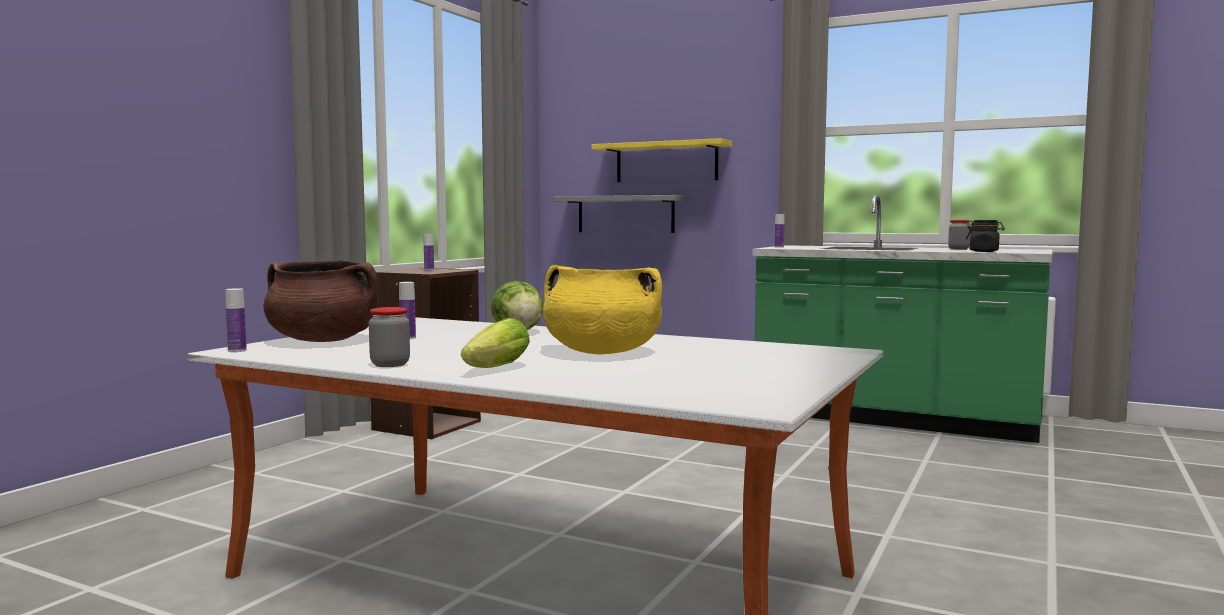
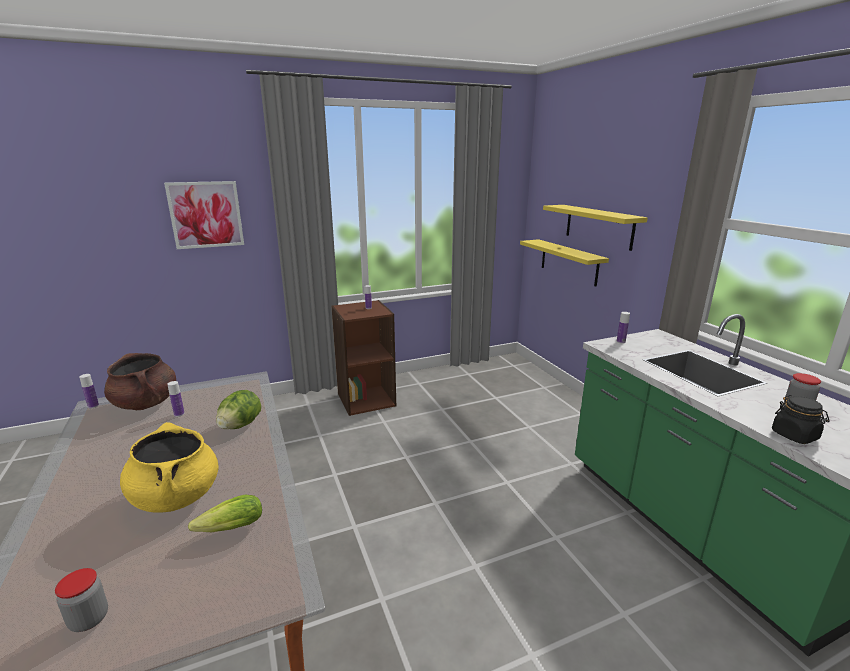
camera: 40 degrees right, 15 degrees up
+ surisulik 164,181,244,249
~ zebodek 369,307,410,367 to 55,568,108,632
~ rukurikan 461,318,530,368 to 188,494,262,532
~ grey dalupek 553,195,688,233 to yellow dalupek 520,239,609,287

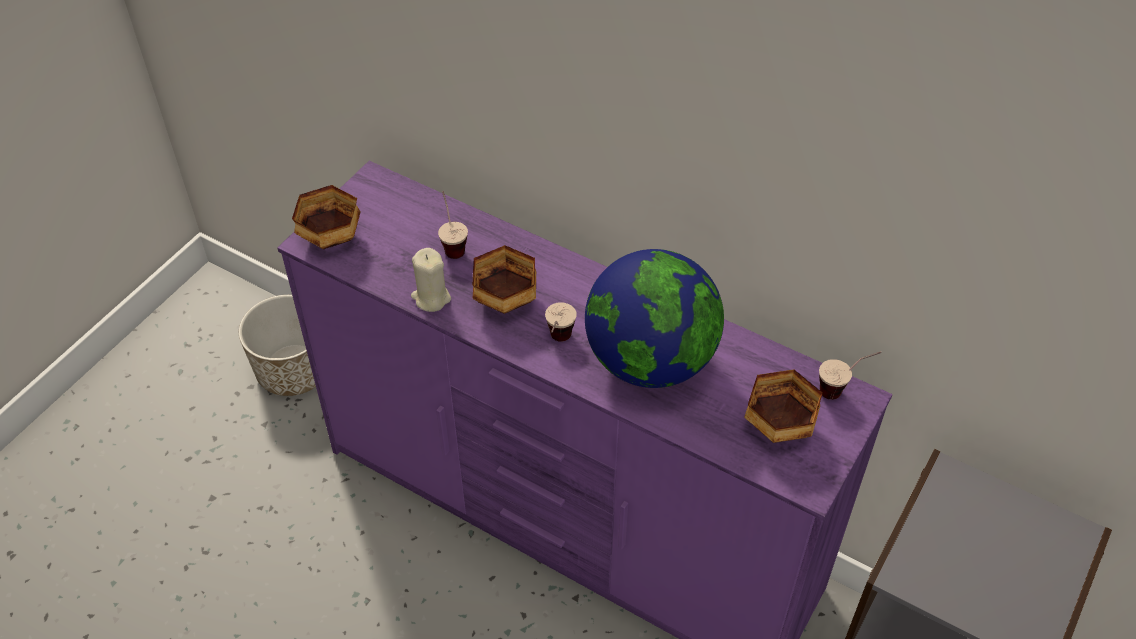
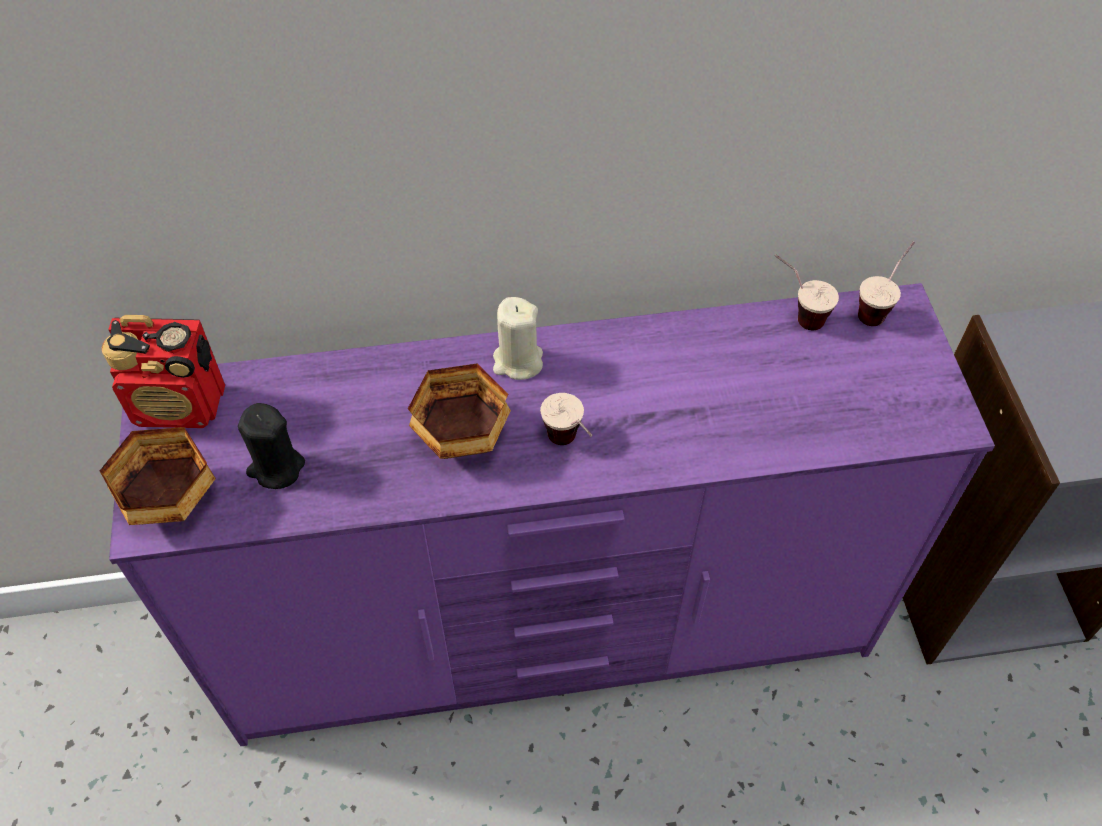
camera: 40 degrees left, 5 degrees up
- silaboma 239,295,316,396
- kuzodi 585,249,724,388
- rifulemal 744,370,823,443
+ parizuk 102,315,225,428
+ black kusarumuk 238,403,305,489
~ beige kusarumuk 411,248,451,312 to 493,297,543,380
~ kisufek 438,191,468,259 to 774,254,839,330

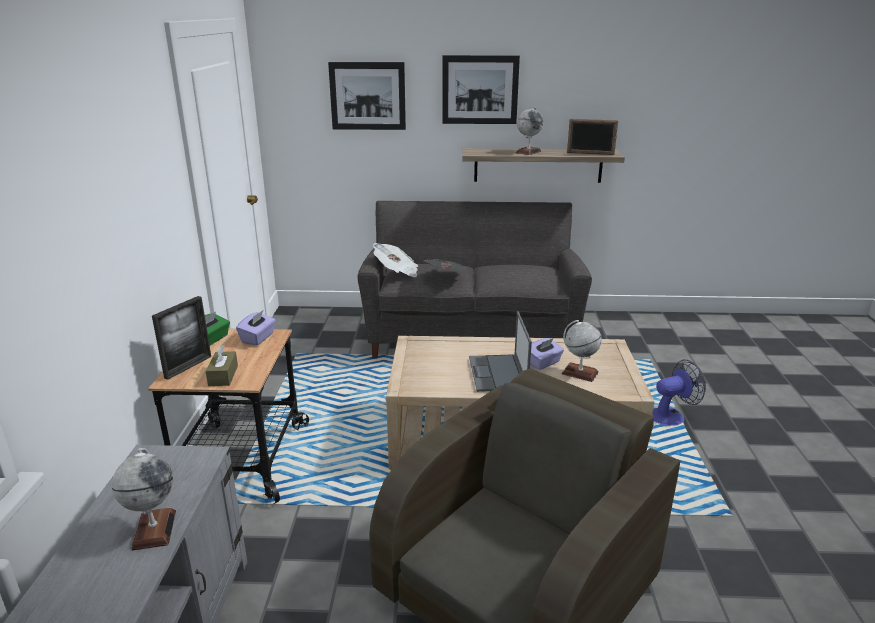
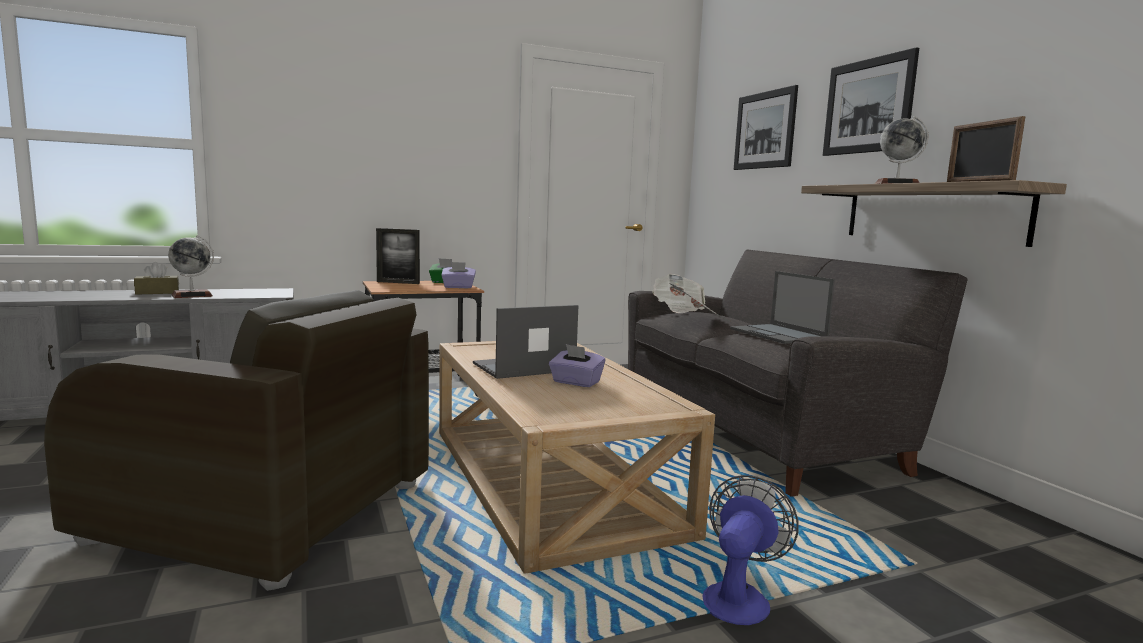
camera: 65 degrees right, 15 degrees down
- kuzodi 561,320,602,382
+ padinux 730,271,835,344
~ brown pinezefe 205,345,238,386 to 134,262,179,295
~ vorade 652,359,706,426 = 703,475,799,625 105 degrees counterclockwise

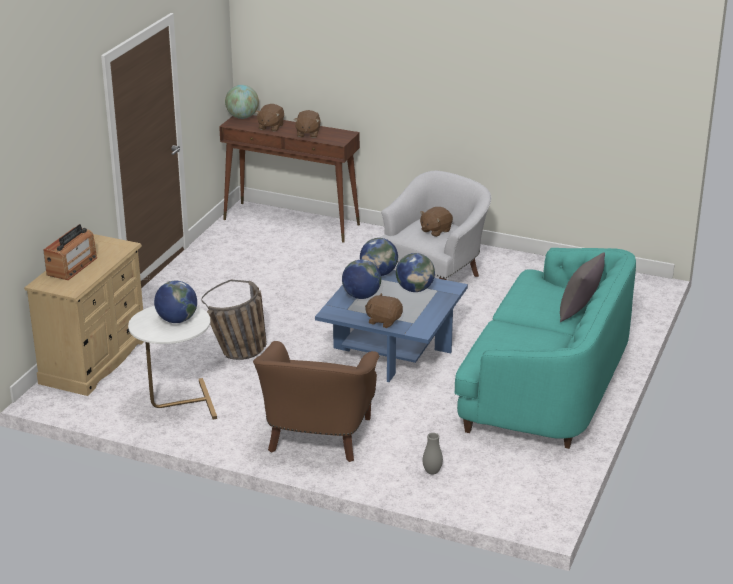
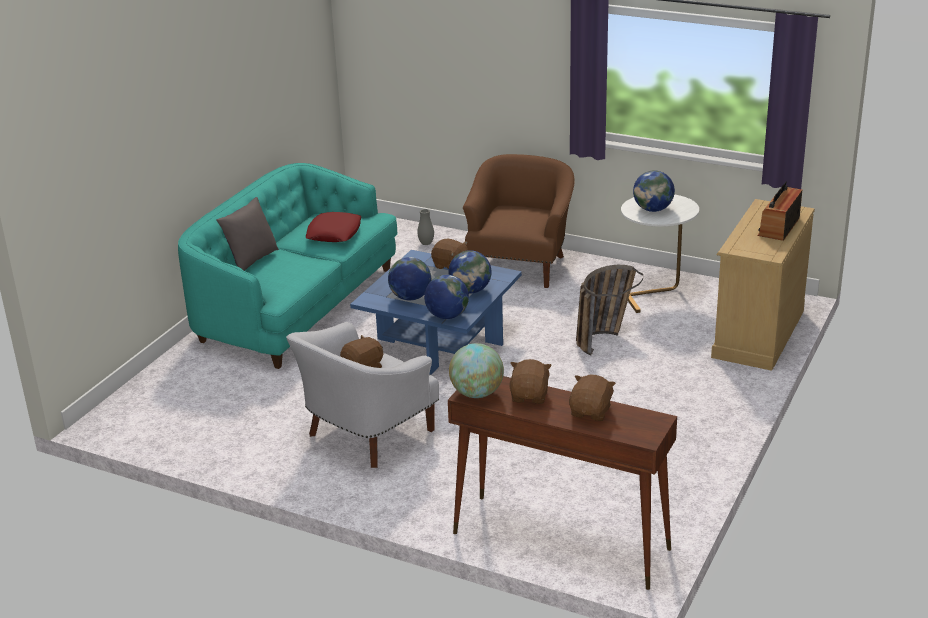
camera: 175 degrees left, 0 degrees up
+ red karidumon 306,212,361,242
~ kuzodi 225,85,259,119 to 449,343,504,398

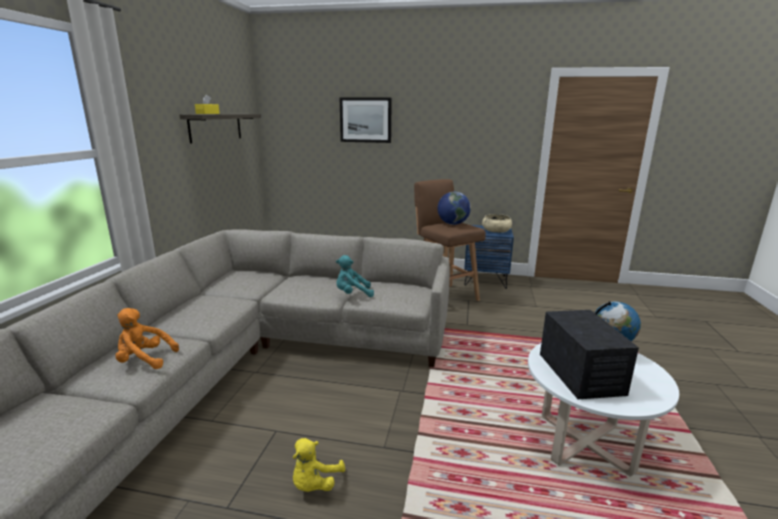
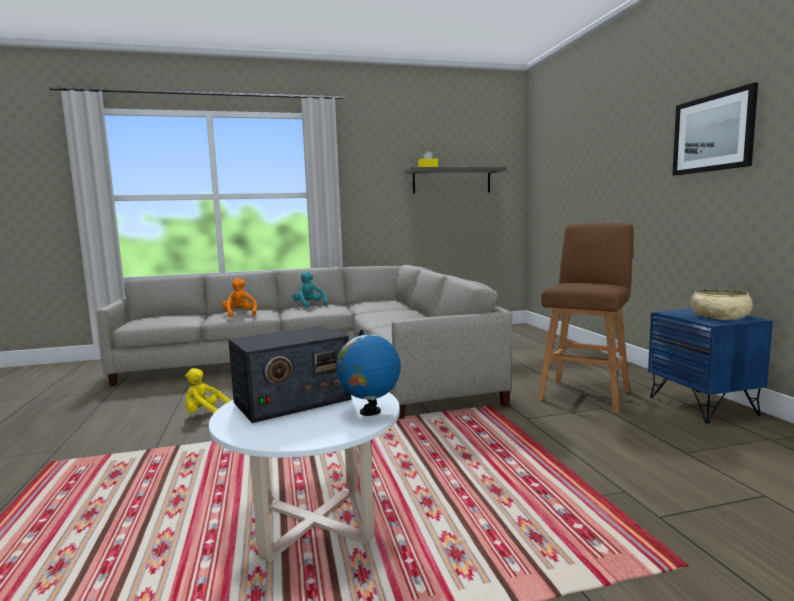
camera: 65 degrees right, 10 degrees down
- kuzodi 437,192,471,225
~ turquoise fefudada 336,255,374,297 to 292,271,328,308
~ surisulik 339,97,392,143 to 672,83,758,175

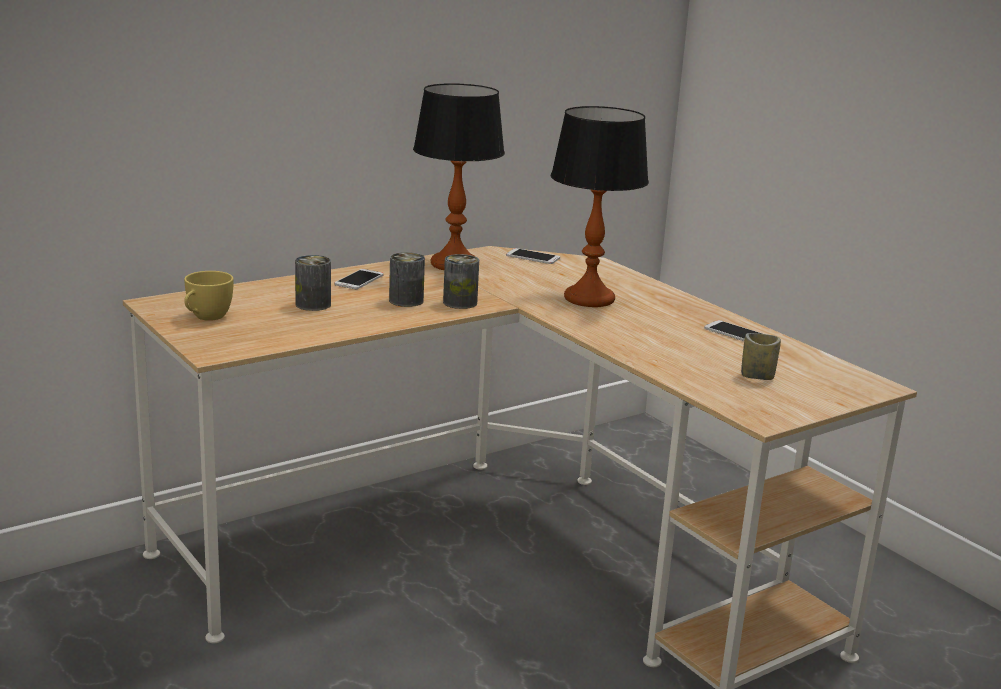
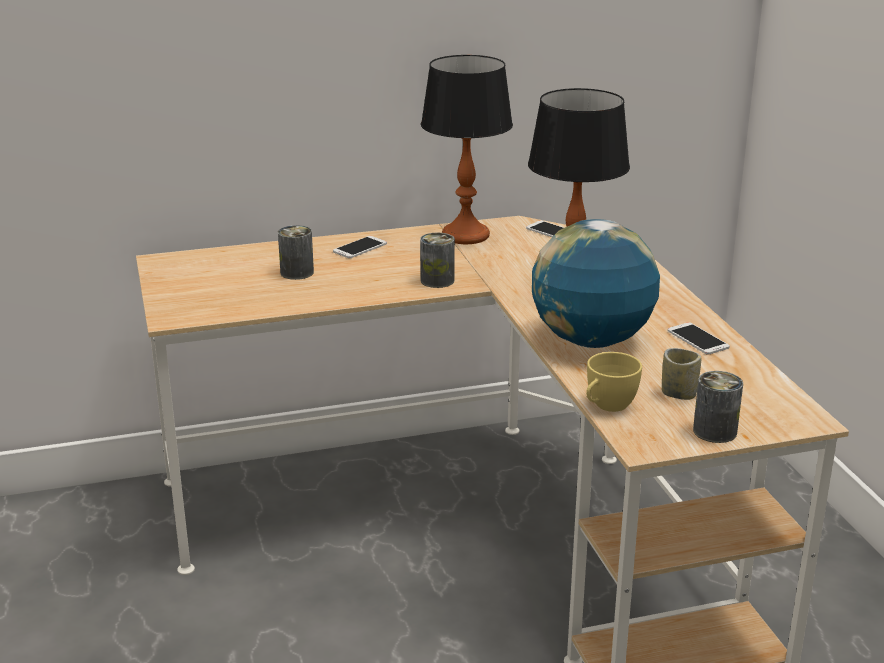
camera: 20 degrees right, 5 degrees up
+ kuzodi 532,219,660,348
~ yellow kisufek 184,271,234,321 to 586,352,642,412
~ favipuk 389,252,425,307 to 693,371,743,443

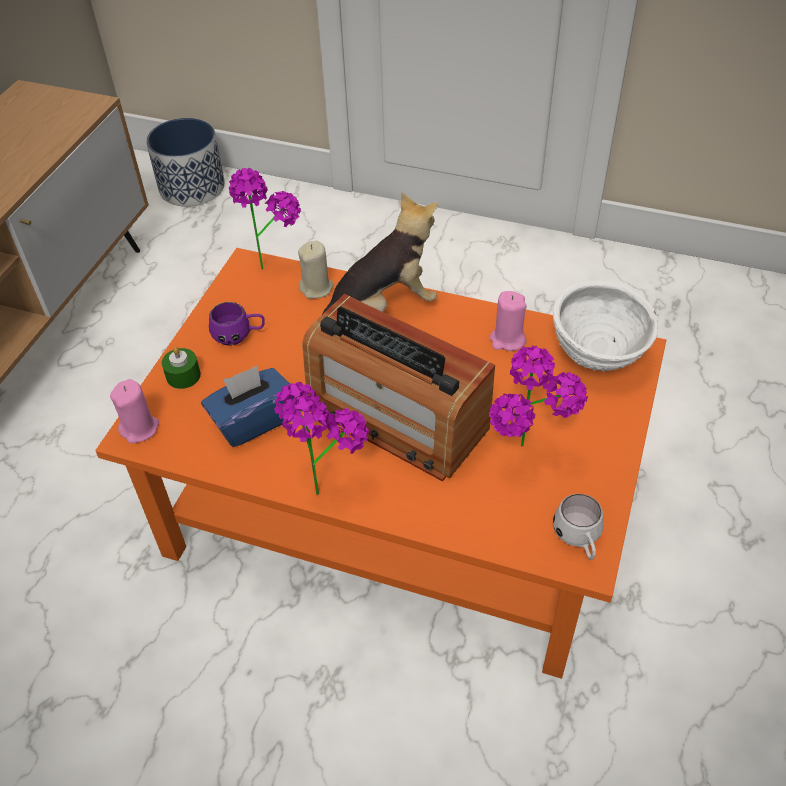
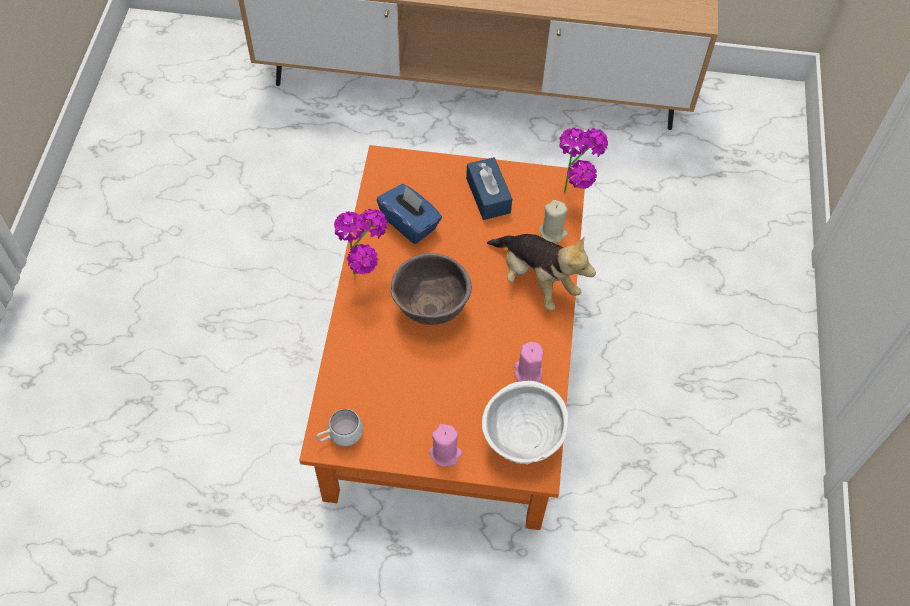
camera: 75 degrees right, 10 degrees up
- silaboma 146,118,225,207
- green kusarumuk 162,347,201,389
- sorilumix 489,345,588,447
~ pink kusarumuk 110,379,159,443 to 429,424,462,467
~ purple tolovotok 209,302,265,346 to blue pinezefe 466,157,512,220
~ parizuk 302,294,495,481 to brown rifulemal 391,253,472,325

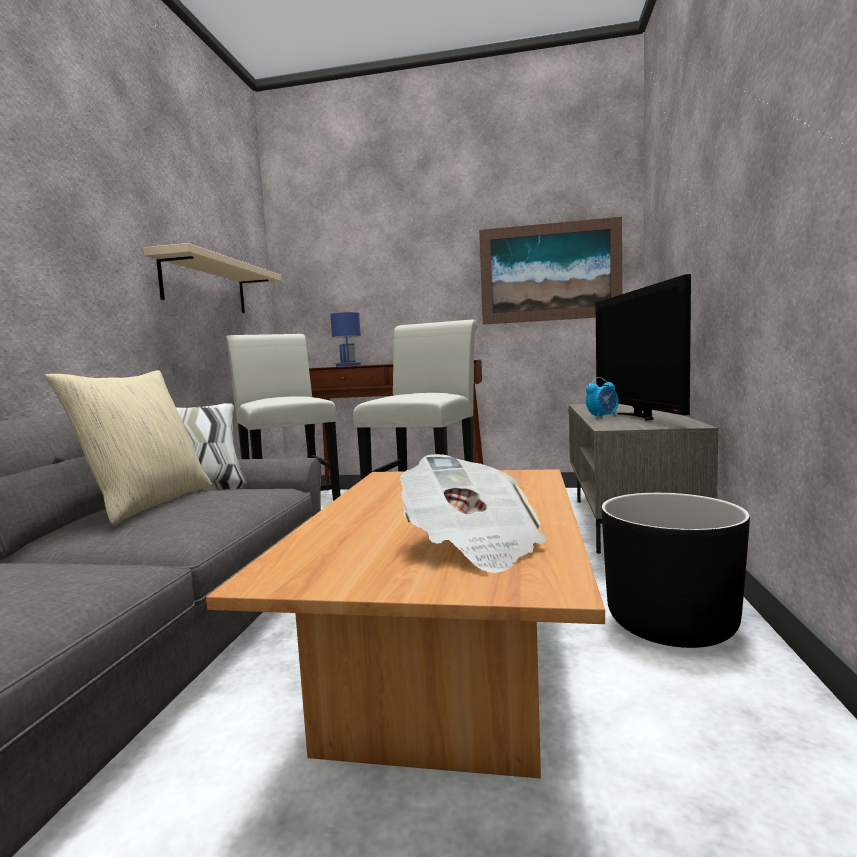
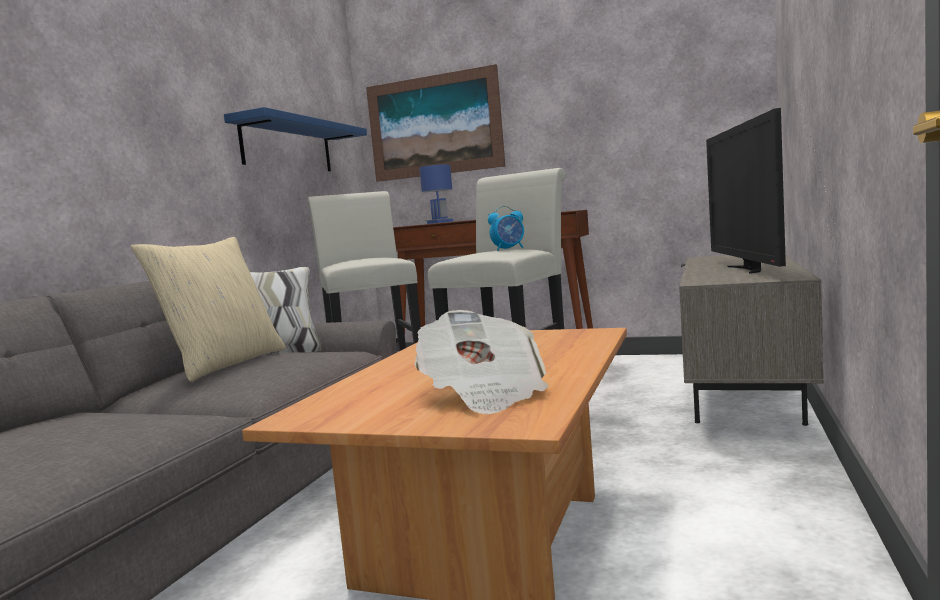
camera: 10 degrees right, 0 degrees up
- black silaboma 601,493,750,648
~ surisulik 479,217,622,325 to 366,64,505,182
~ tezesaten 586,377,619,419 to 488,206,524,251
~ beige dalupek 143,243,281,313 to blue dalupek 224,107,367,171

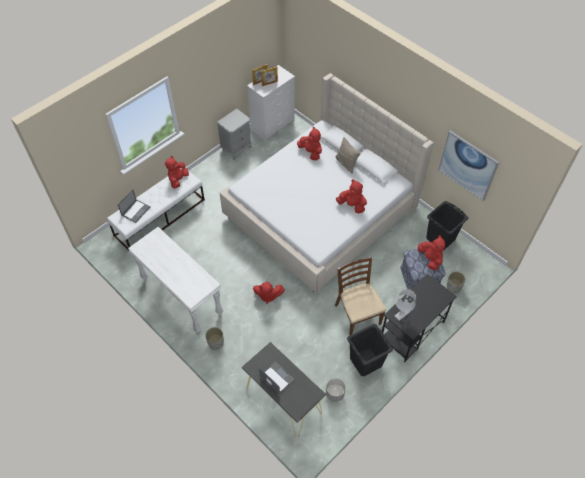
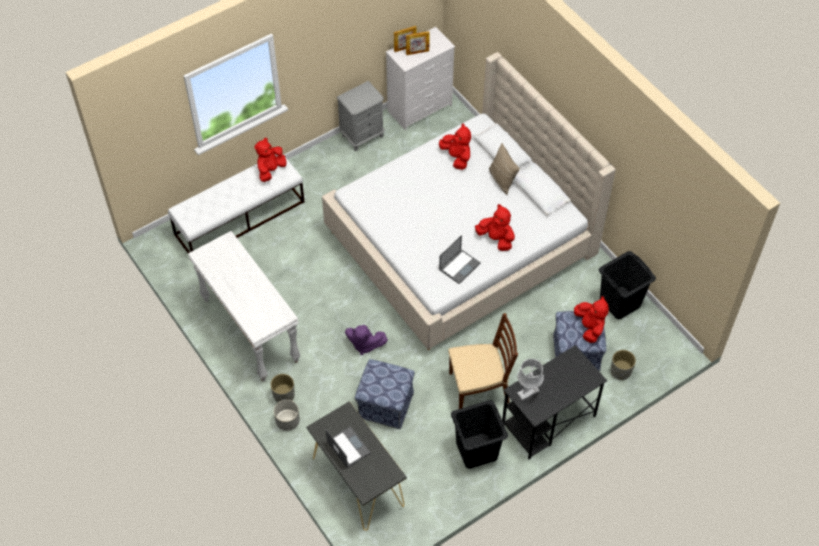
camera: 10 degrees right, 0 degrees up
- surisulik 438,130,499,201
+ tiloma 355,359,415,429
~ padinux 118,189,150,223 to 439,235,481,284
~ grey silaboma 326,378,346,402 to 274,400,300,431
~ red fefudada 253,282,285,304 to purple fefudada 345,325,388,355
~ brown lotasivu 334,257,386,335 = 448,313,518,409 90 degrees clockwise

